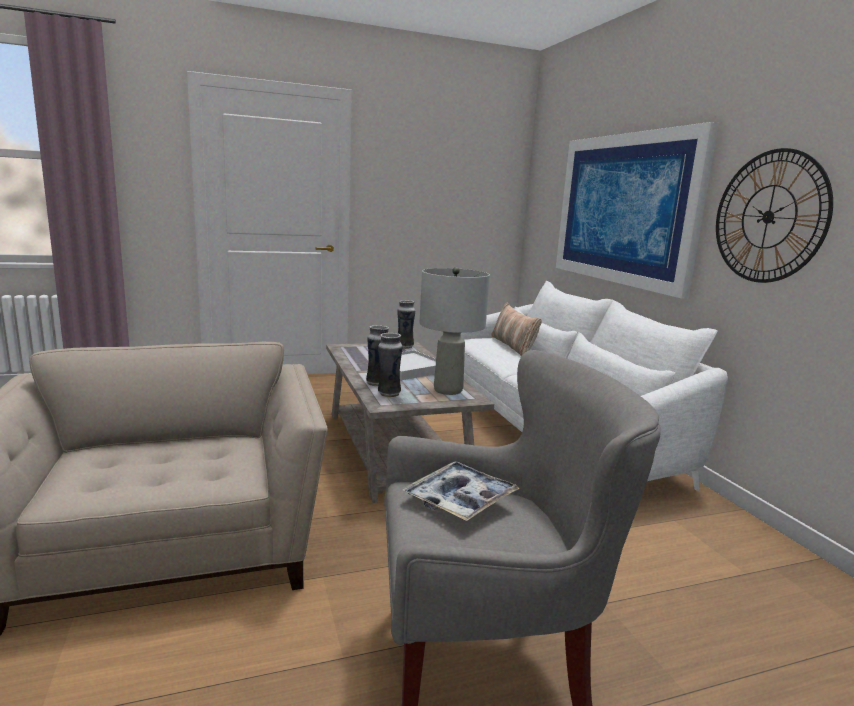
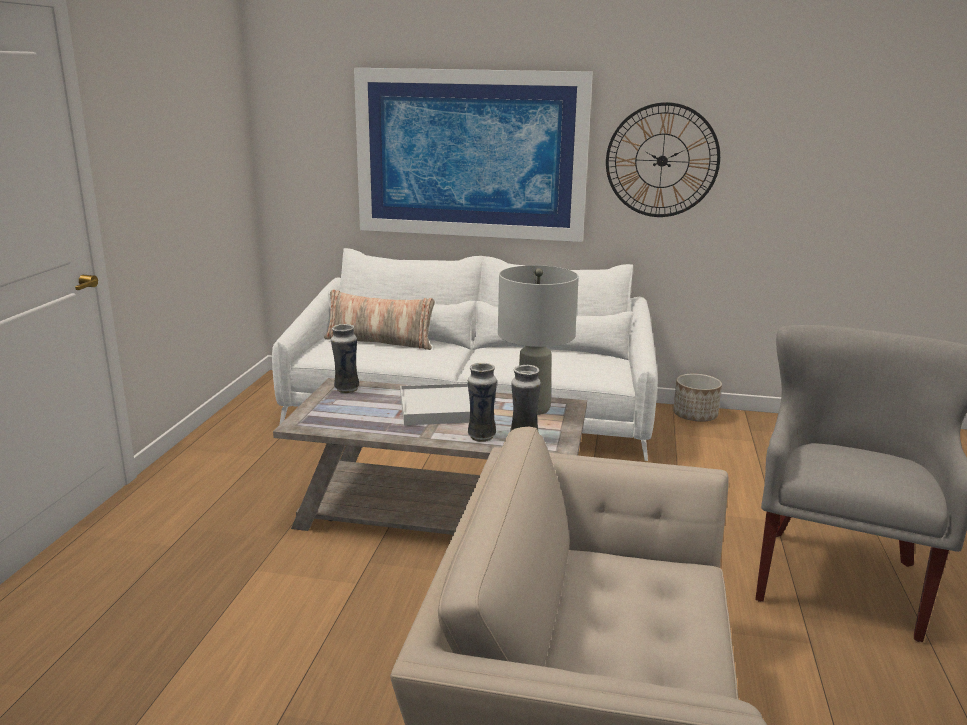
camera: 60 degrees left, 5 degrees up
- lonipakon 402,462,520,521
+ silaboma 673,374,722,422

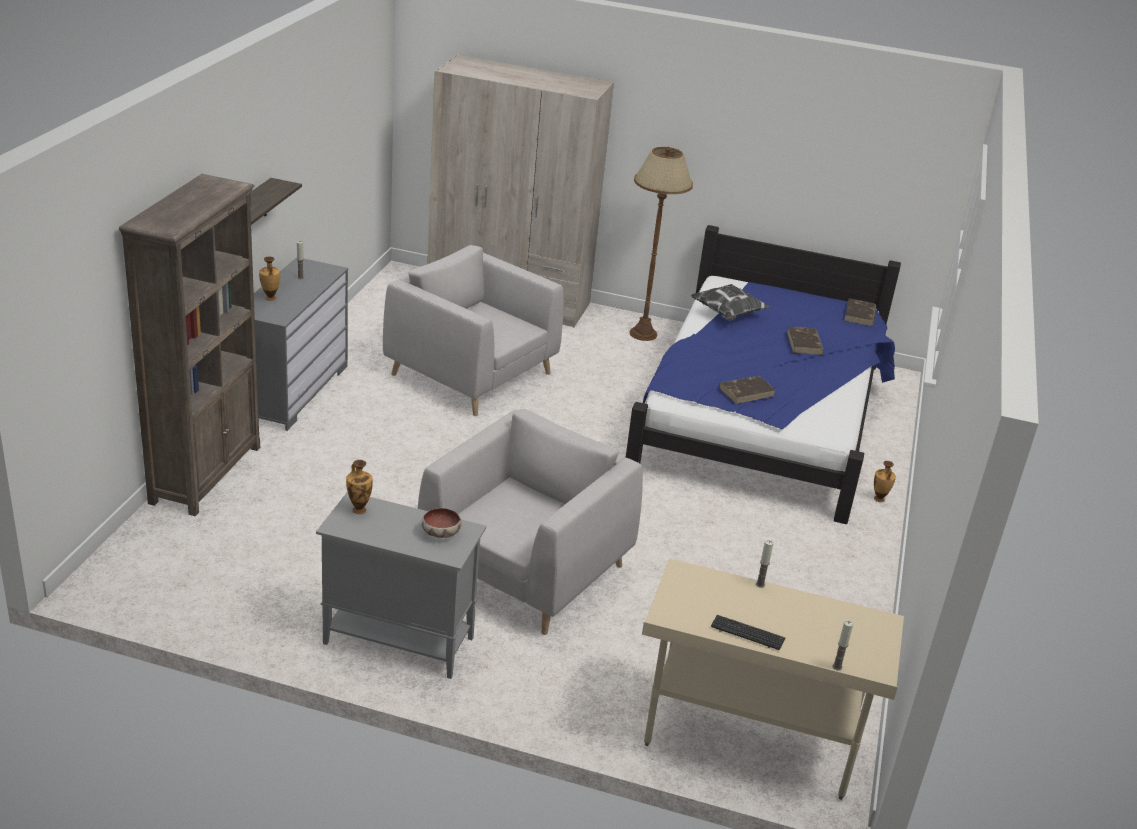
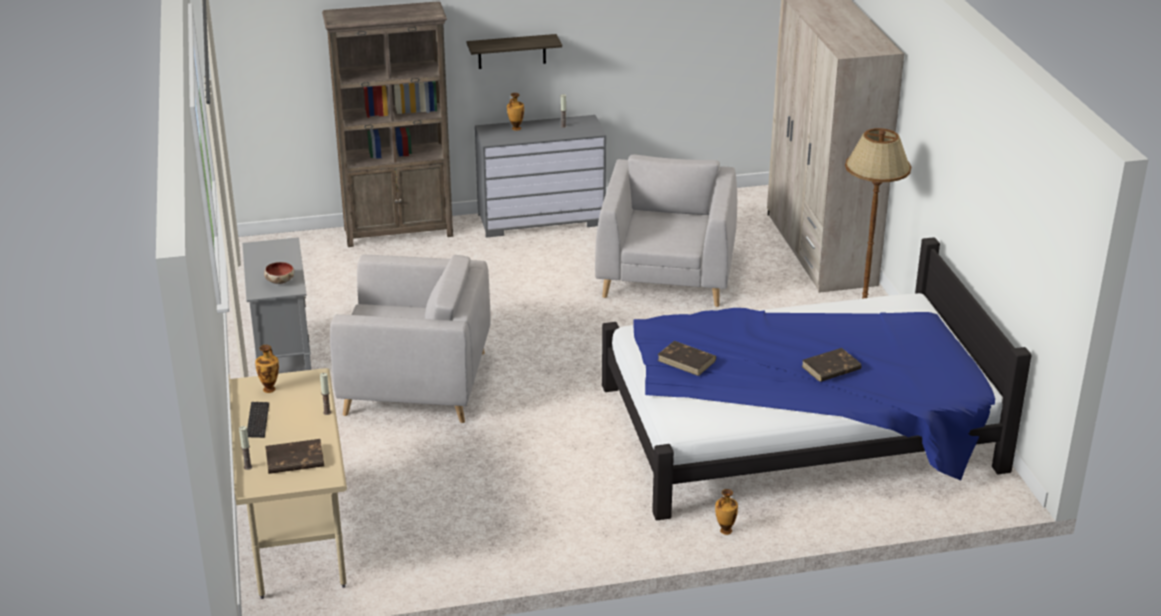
camera: 65 degrees right, 0 degrees up
- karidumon 690,284,769,320
~ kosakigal 346,460,373,514 to 255,345,279,393
~ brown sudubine 844,298,877,326 to 265,439,324,474

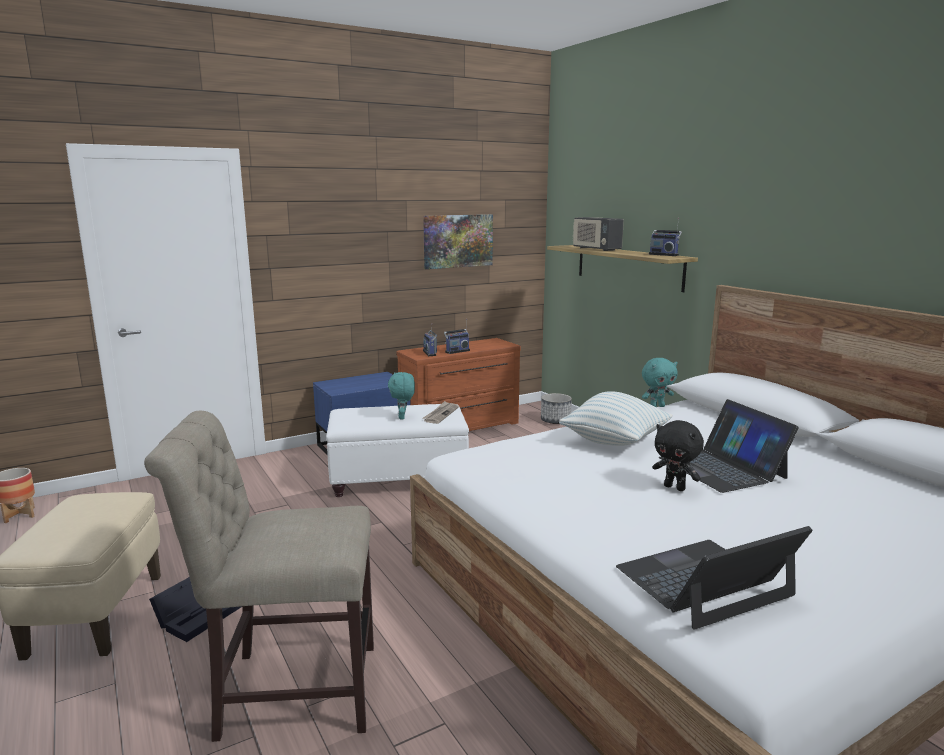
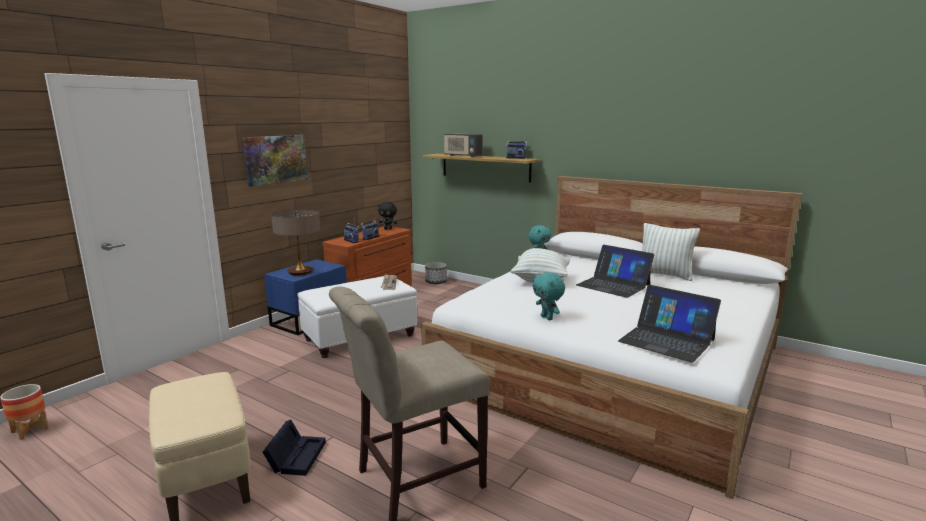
camera: 25 degrees left, 0 degrees up
+ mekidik 271,209,320,276
+ karidumon 642,223,700,281
~ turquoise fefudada 388,372,415,419 to 532,272,565,320
~ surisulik 423,214,493,269 to 243,135,308,187
~ black fefudada 653,420,704,491 to 378,202,397,230
~ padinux 616,526,813,630 = 618,285,721,363 90 degrees counterclockwise

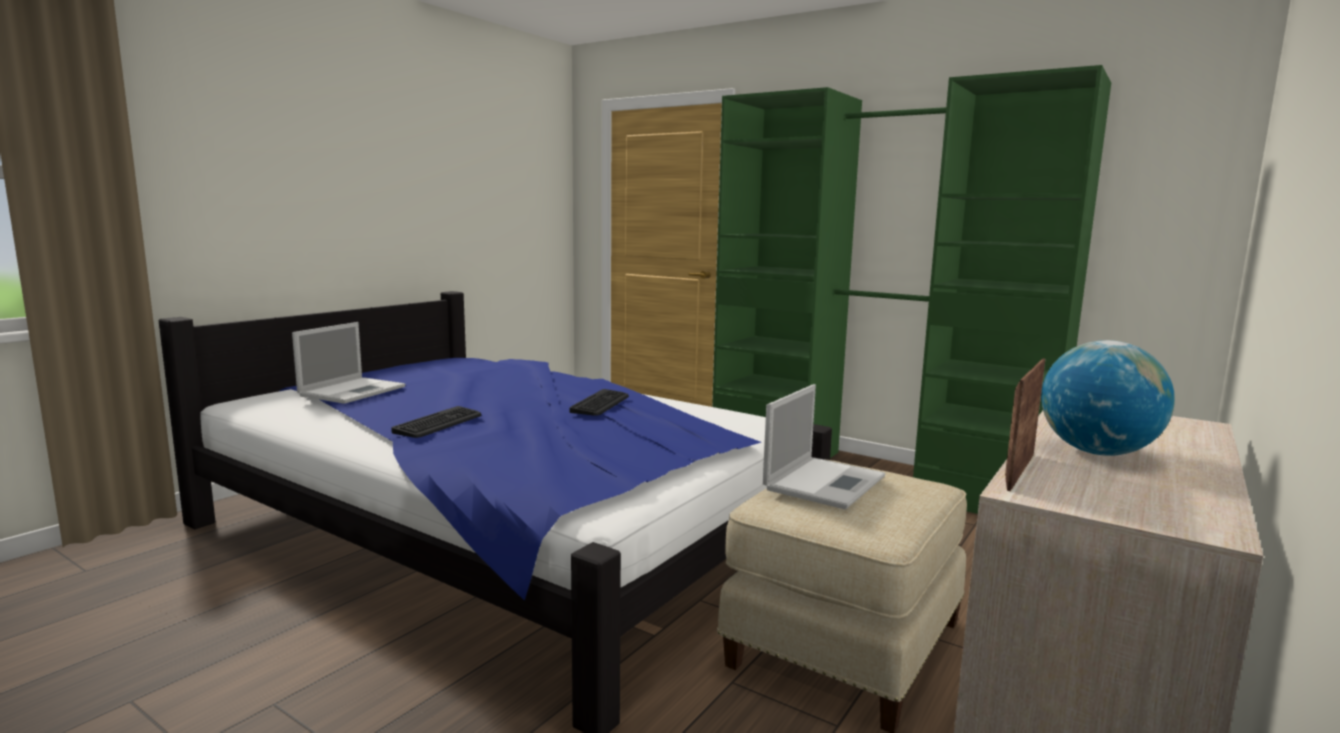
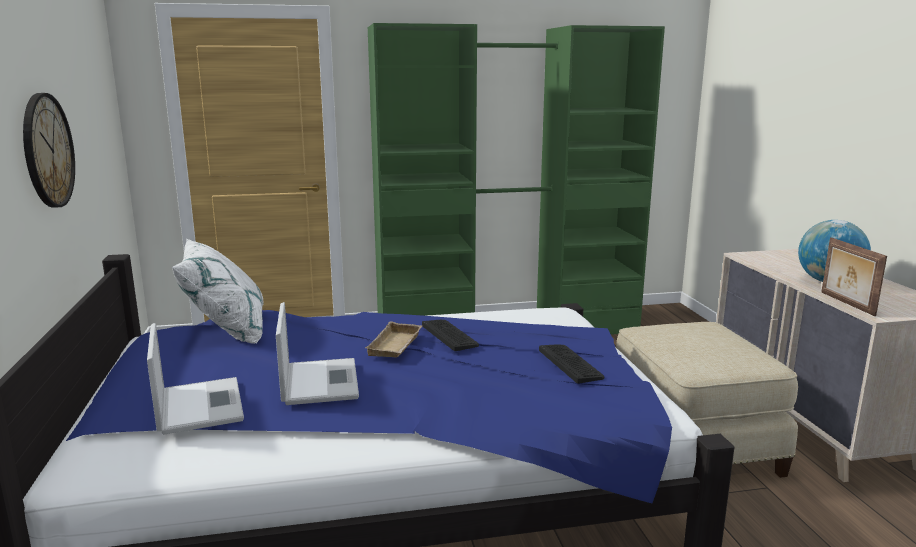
camera: 45 degrees left, 5 degrees up
+ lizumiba 23,93,75,208
+ white karidumon 172,239,263,344
+ beige lonipakon 365,321,422,358
~ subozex 391,406,481,438 to 539,344,604,384
~ padinux 763,384,885,510 to 276,302,359,405

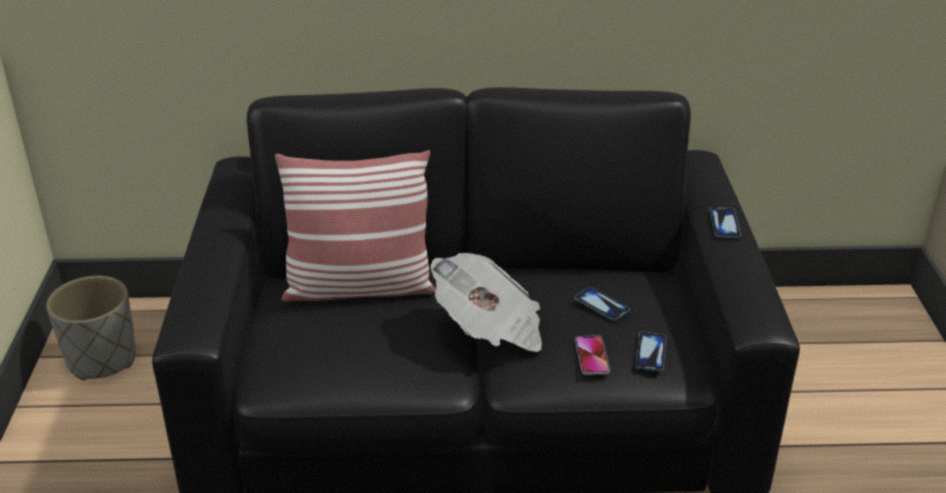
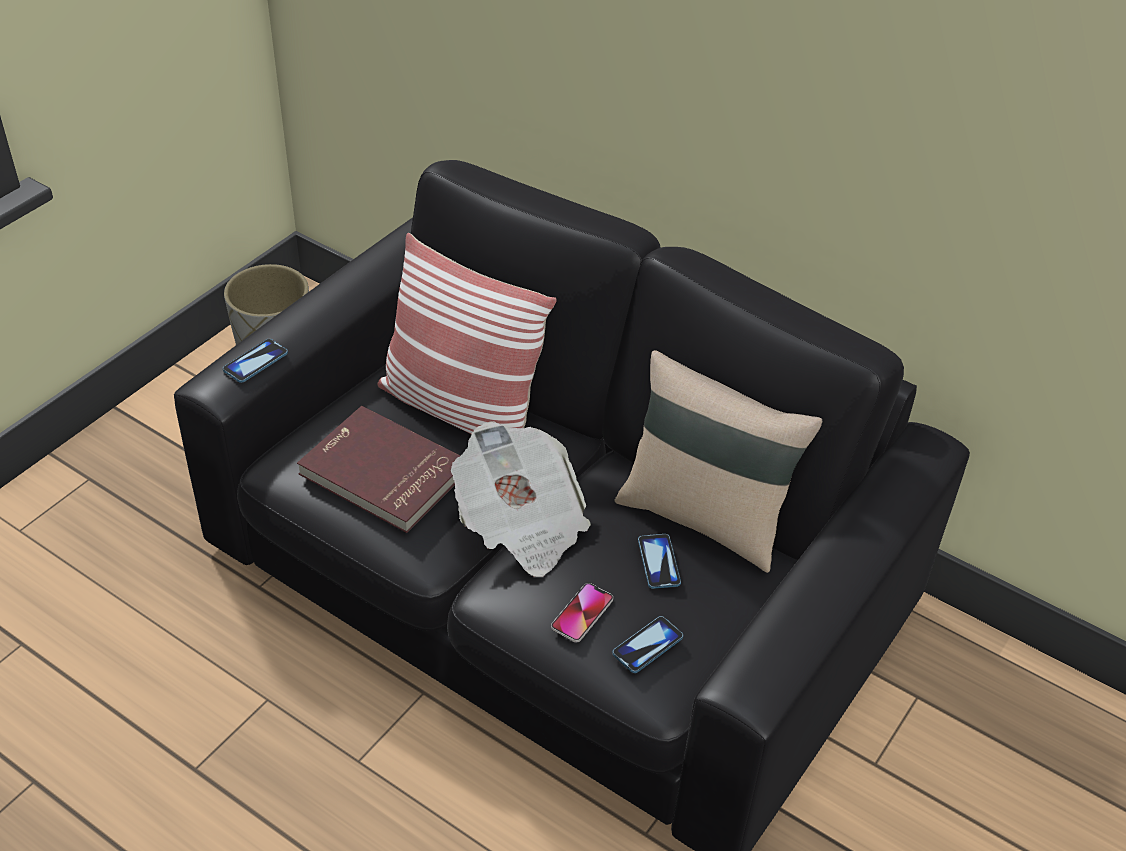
camera: 35 degrees right, 10 degrees up
+ red sudubine 297,406,460,533
+ beige karidumon 615,350,822,573
~ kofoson 709,207,741,238 to 223,339,288,383

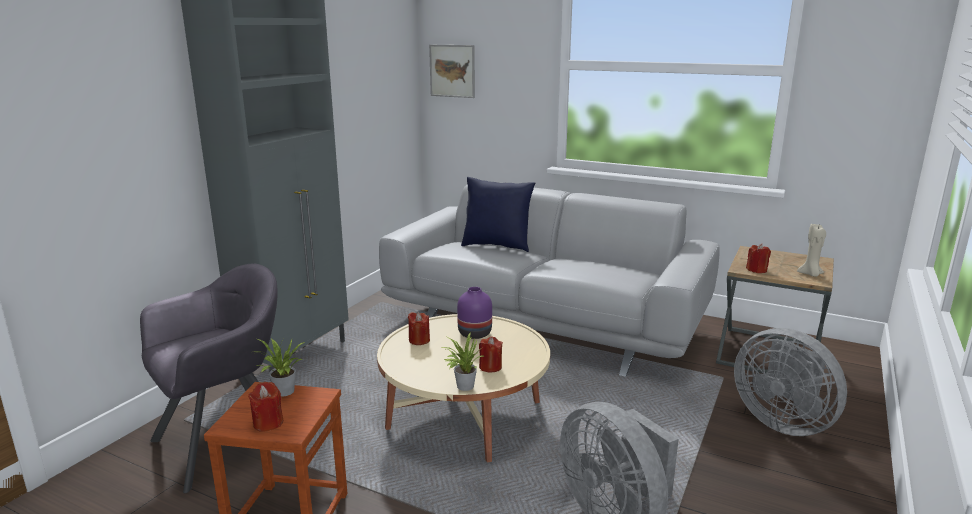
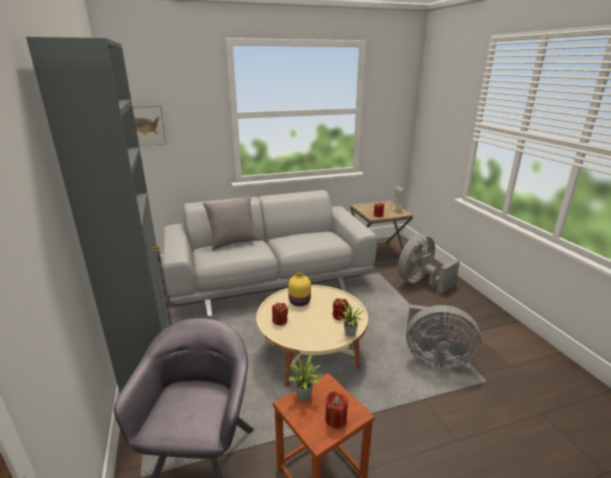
camera: 45 degrees left, 5 degrees up
~ purple kosakigal 457,287,492,339 to yellow kosakigal 288,273,311,306
~ blue karidumon 461,177,535,252 to grey karidumon 203,196,259,251
~ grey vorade 734,328,847,436 = 398,234,460,293 135 degrees clockwise

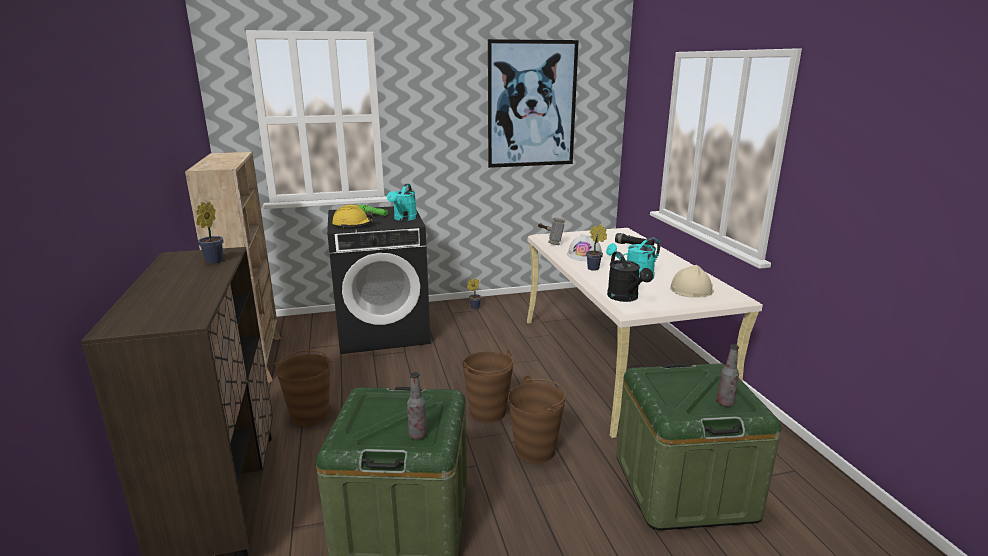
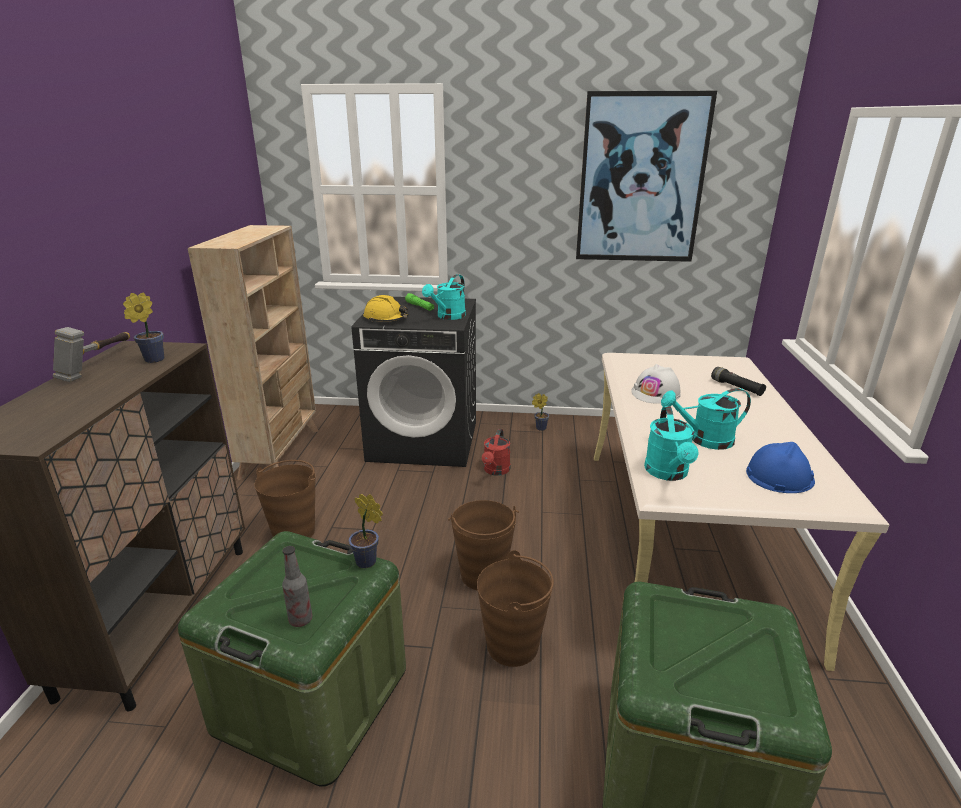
camera: 20 degrees right, 5 degrees up
- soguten 717,345,739,406
+ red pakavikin 482,429,511,476
~ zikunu 538,218,565,245 to 53,327,130,382
~ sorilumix 586,224,607,271 to 349,494,383,568
~ black pakavikin 607,252,653,302 to turquoise pakavikin 644,406,699,481
~ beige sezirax 670,265,714,298 to blue sezirax 746,442,815,493

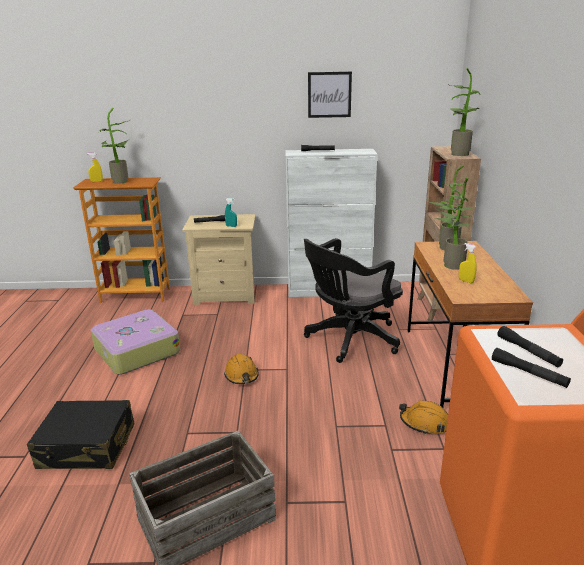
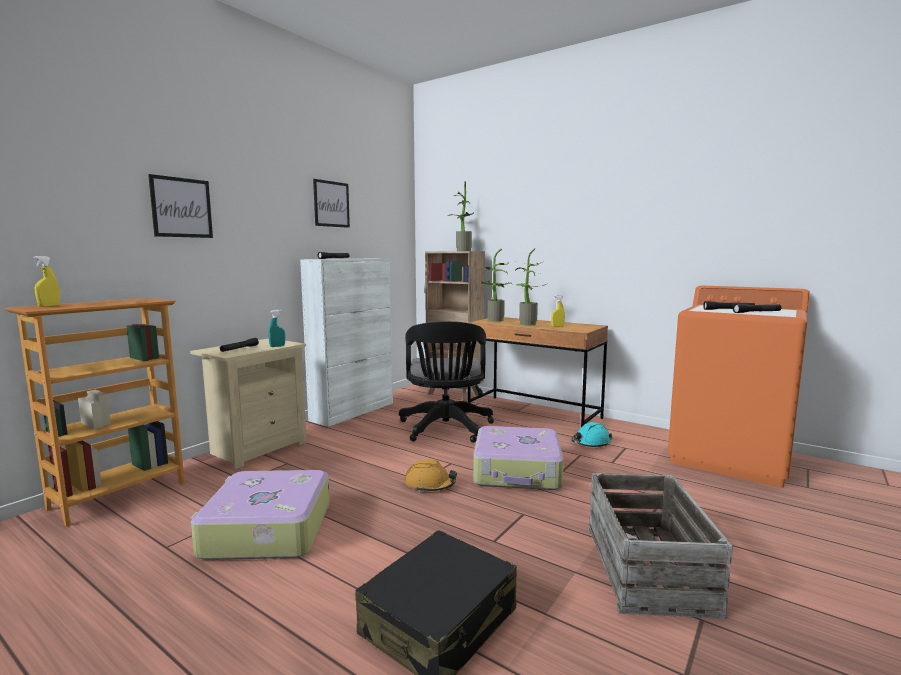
camera: 55 degrees left, 15 degrees down
- sorilumix 99,107,130,184
+ surisulik 148,174,213,238
+ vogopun 473,426,564,490
~ orange sezirax 399,400,448,435 to turquoise sezirax 572,422,613,447

